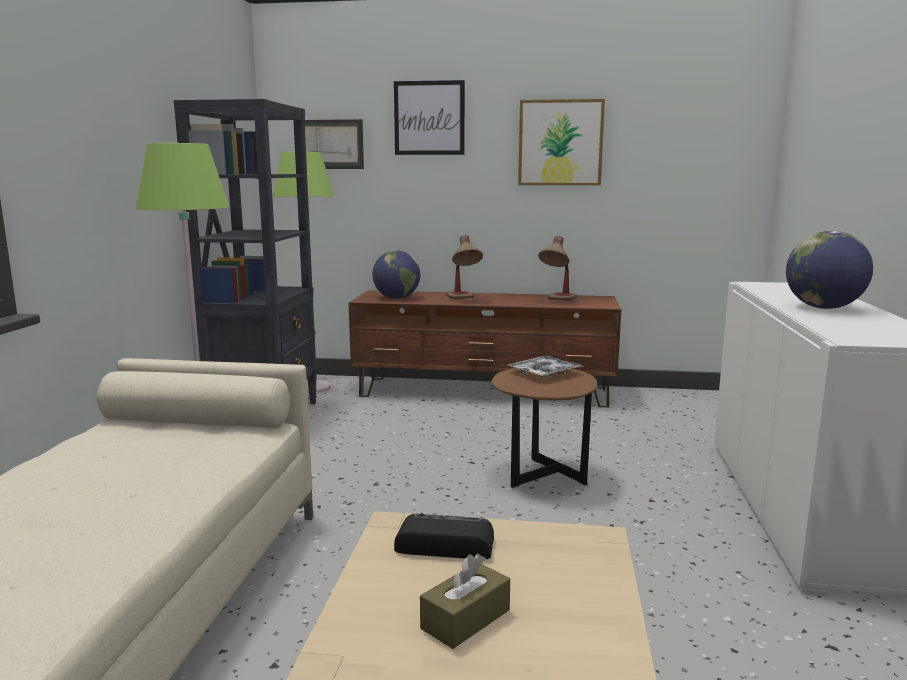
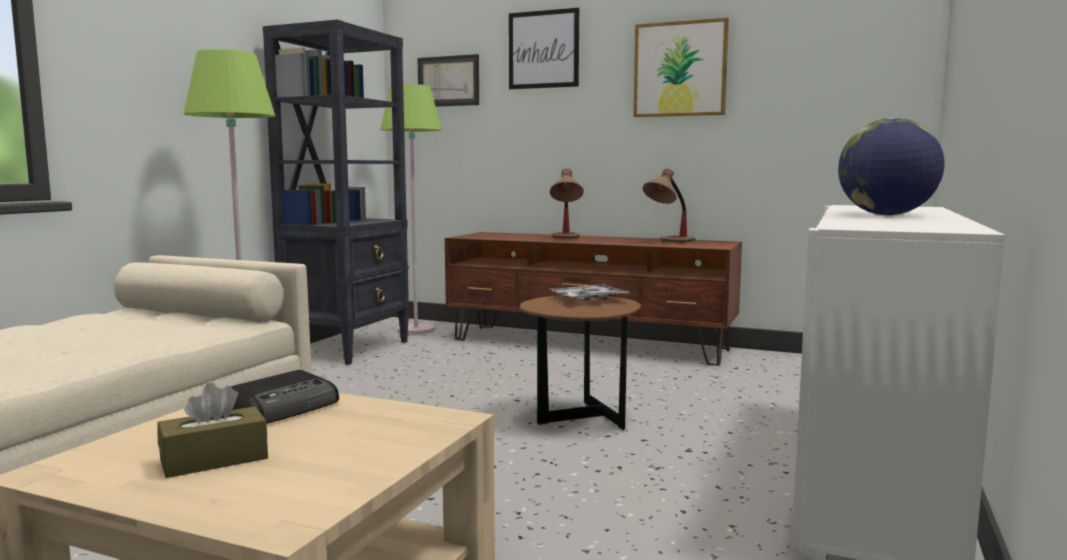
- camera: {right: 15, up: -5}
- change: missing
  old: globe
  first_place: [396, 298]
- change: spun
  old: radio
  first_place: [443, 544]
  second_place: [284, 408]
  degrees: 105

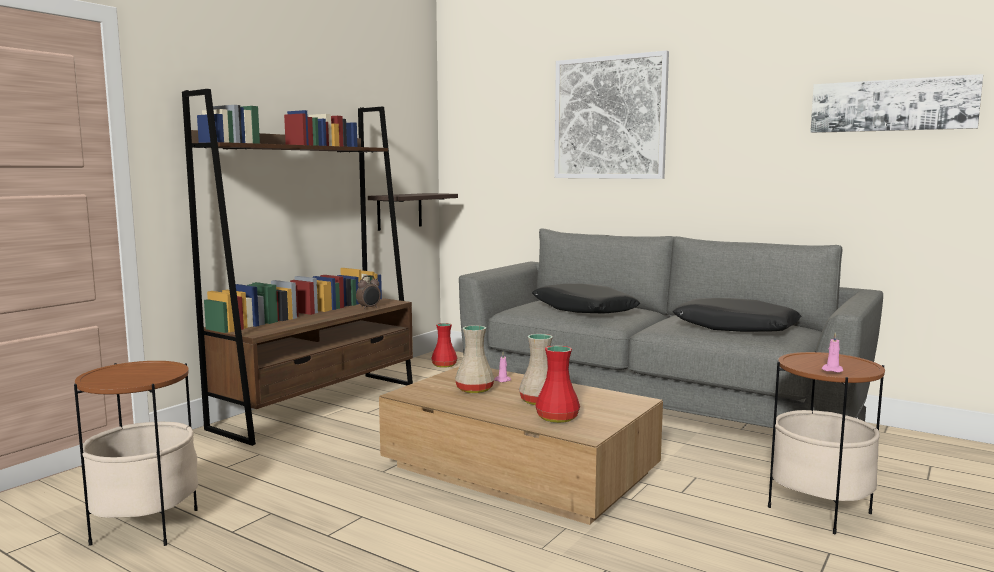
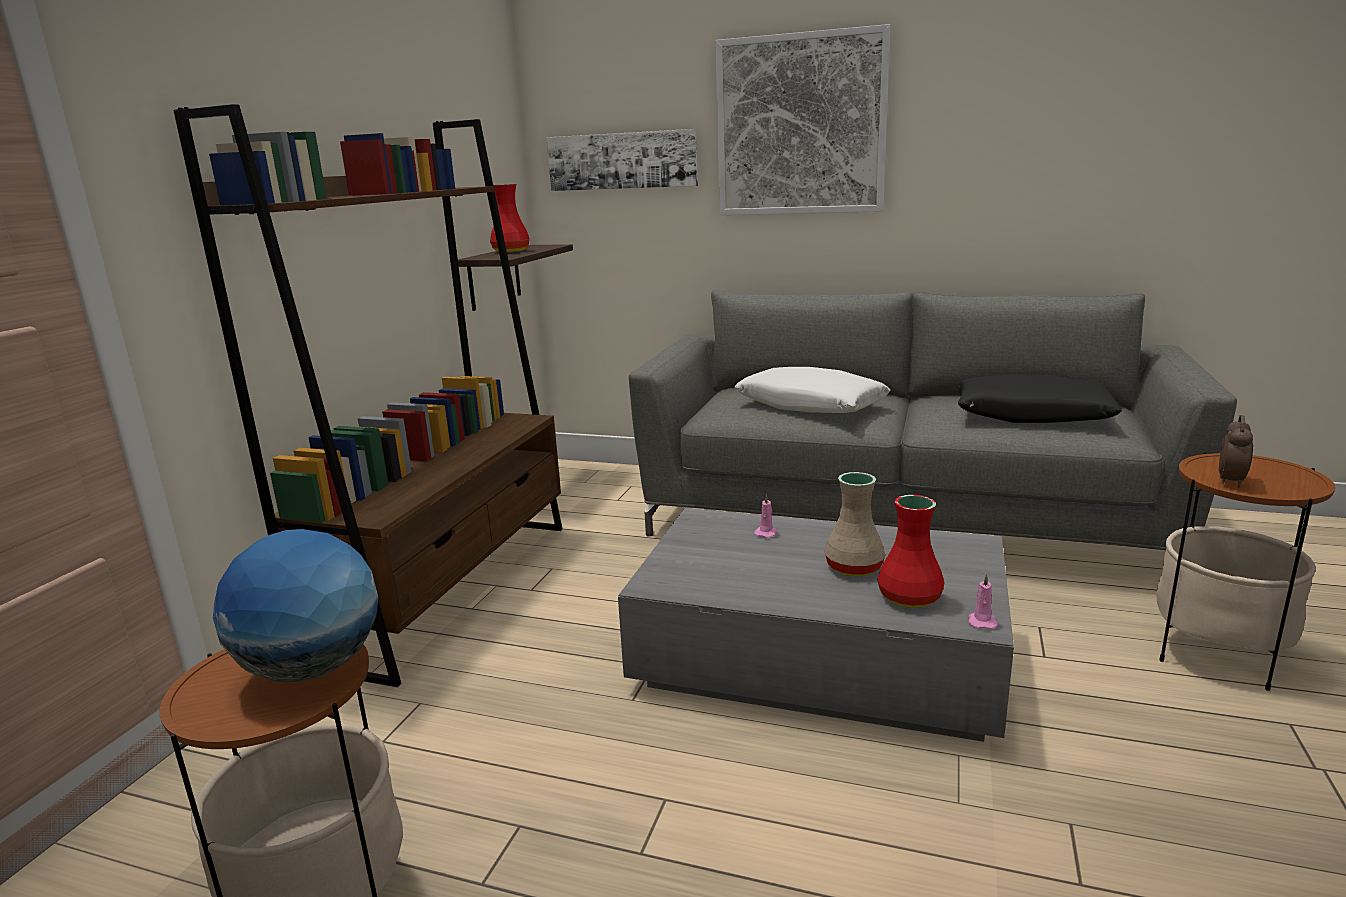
- camera: {right: -15, up: 10}
- change: relocated
  old: alarm clock
  first_place: [369, 308]
  second_place: [1231, 481]
- change: colour
  old: coffee table (brown)
  new: coffee table (grey)
  first_place: [520, 470]
  second_place: [819, 659]
- change: relocated
  old: vase (red)
  first_place: [444, 365]
  second_place: [510, 251]
- change: missing
  old: vase (beige)
  first_place: [475, 390]
- change: colour
  old: pillow (black)
  new: pillow (white)
  first_place: [583, 310]
  second_place: [810, 405]
- change: relocated
  old: picture
  first_place: [892, 105]
  second_place: [622, 161]
- change: relocated
  old: candle (pink)
  first_place: [832, 370]
  second_place: [981, 621]
- change: appeared
  new: globe
  second_place: [312, 668]

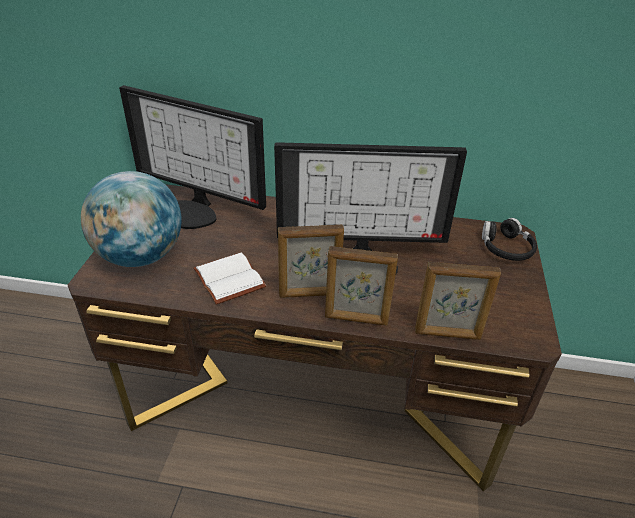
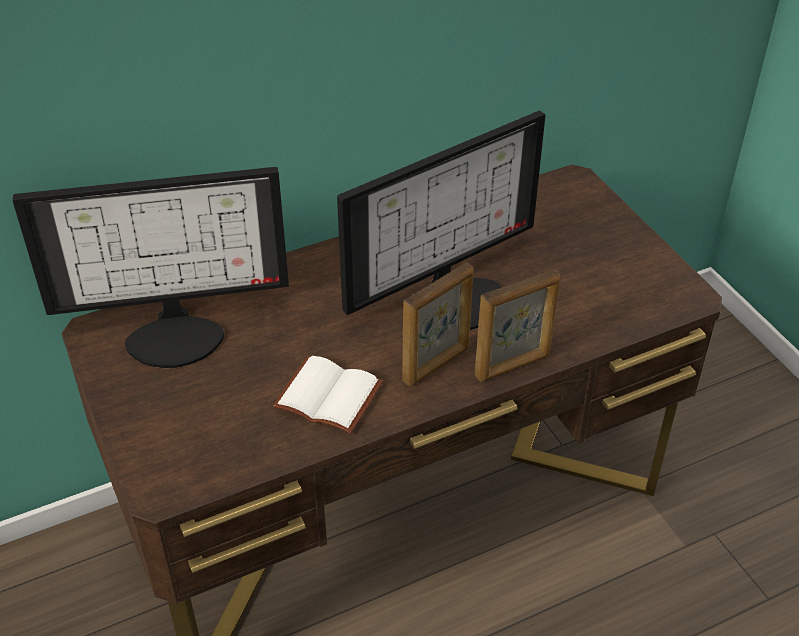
- camera: {right: -35, up: 5}
- change: missing
  old: globe
  first_place: [140, 256]
- change: missing
  old: picture frame
  first_place: [448, 334]
- change: missing
  old: headphones (black)
  first_place: [506, 248]

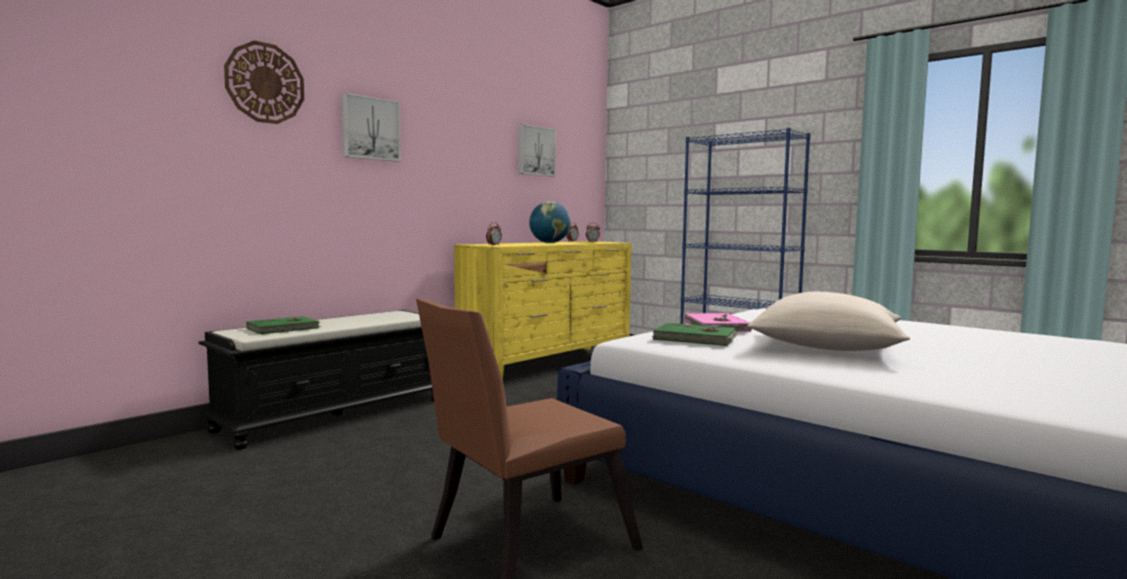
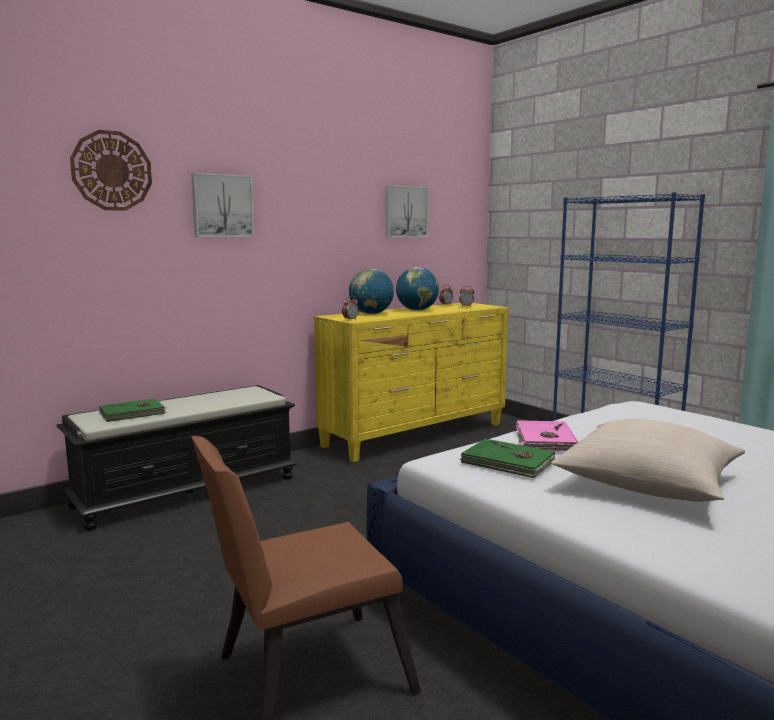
- camera: {right: 10, up: 5}
- change: appeared
  new: globe
  second_place: [371, 314]

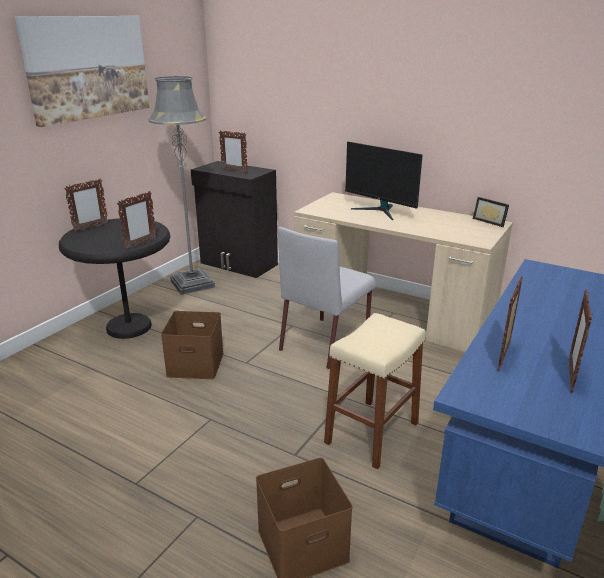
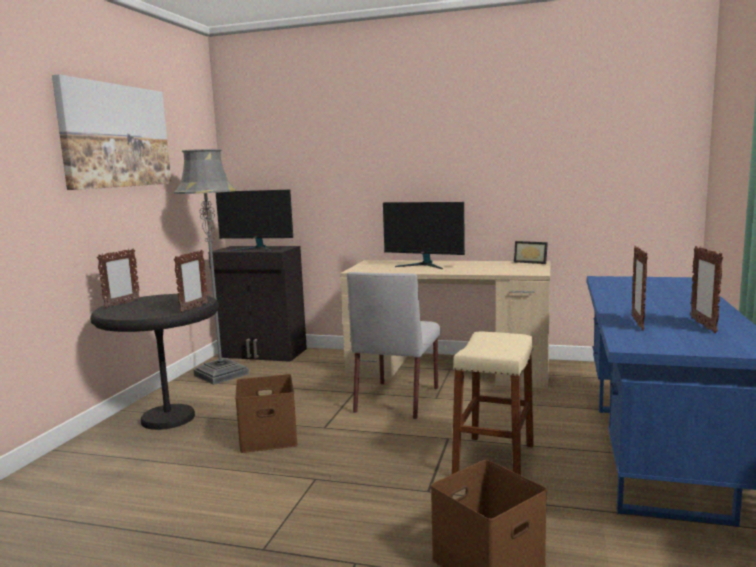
- camera: {right: -15, up: -15}
- change: exchanged
  old: picture frame
  new: monitor
  first_place: [234, 171]
  second_place: [257, 249]

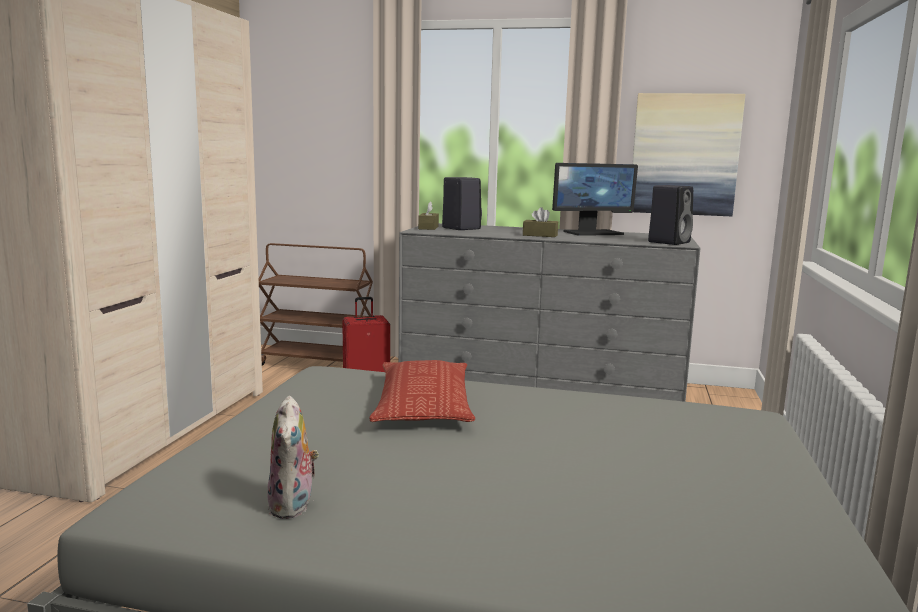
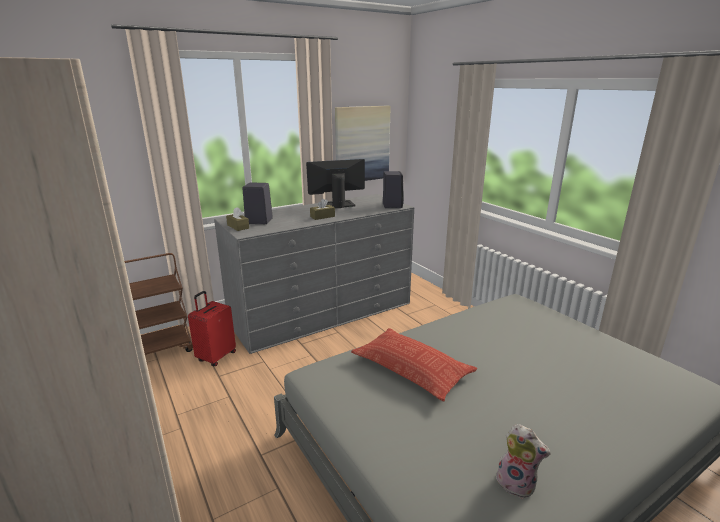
- camera: {right: -45, up: 10}
- change: spun
  old: monitor
  first_place: [593, 233]
  second_place: [336, 205]
  degrees: -135

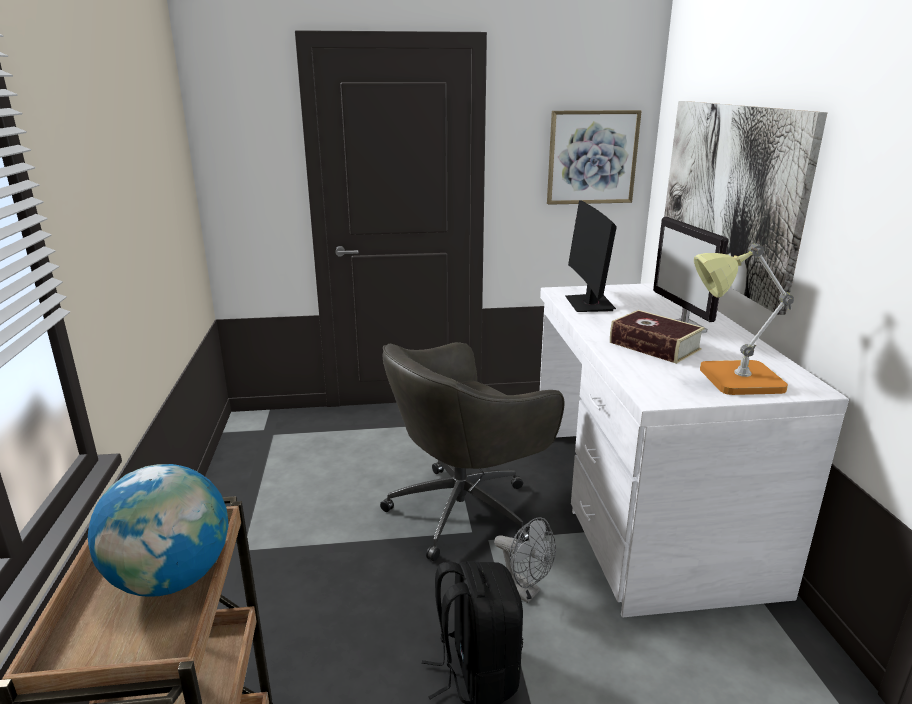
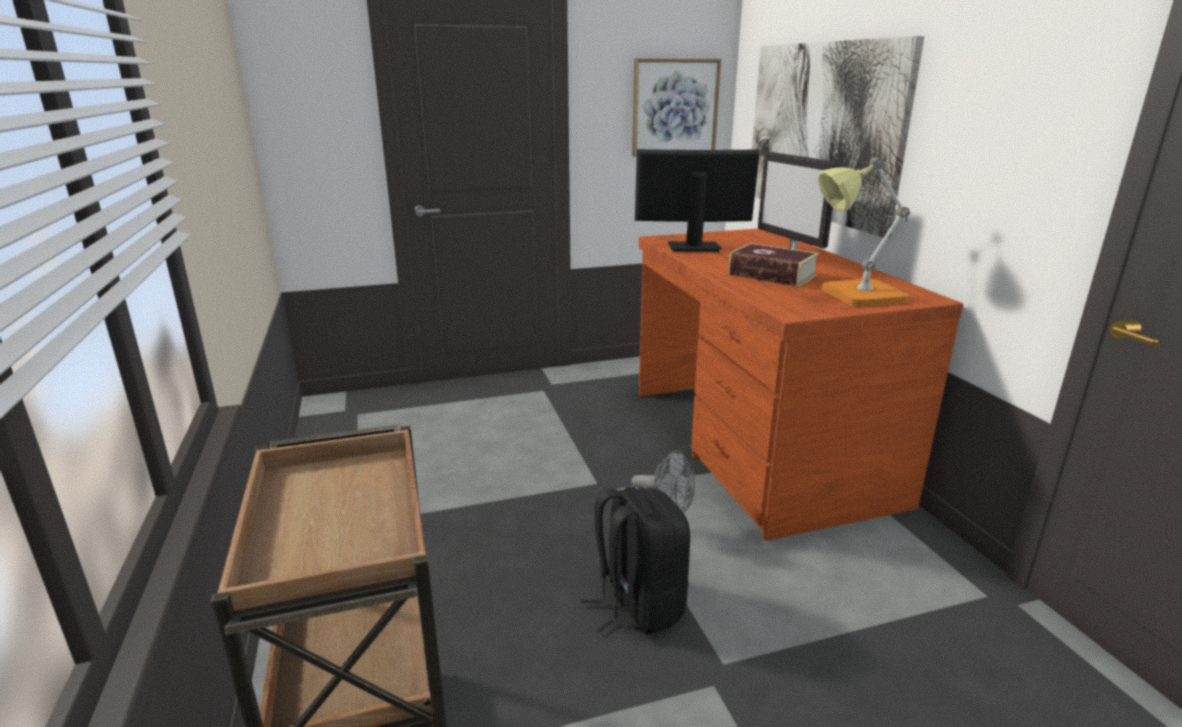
- camera: {right: -10, up: 0}
- change: missing
  old: globe
  first_place: [171, 578]
- change: missing
  old: office chair (grey)
  first_place: [465, 509]
- change: colour
  old: desk (white)
  new: desk (brown)
  first_place: [640, 504]
  second_place: [755, 444]
- change: spun
  old: monitor
  first_place: [589, 304]
  second_place: [693, 247]
  degrees: 105

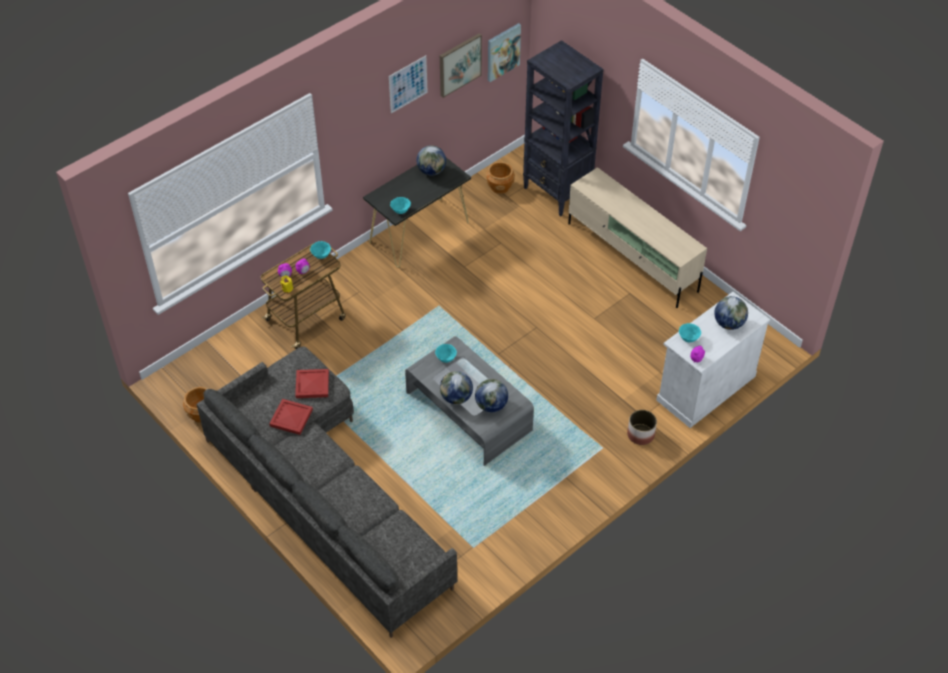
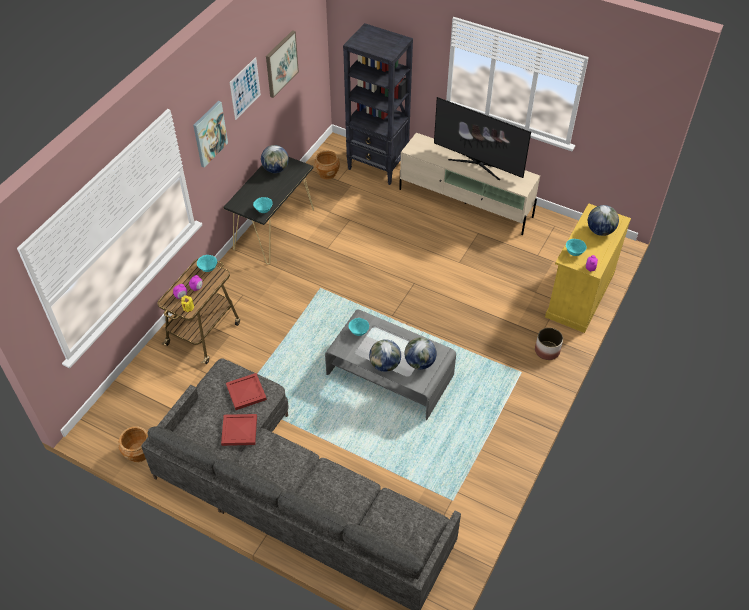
- camera: {right: -20, up: 0}
- change: relocated
  old: picture
  first_place: [503, 52]
  second_place: [209, 133]
- change: colour
  old: cabinet (white)
  new: cabinet (yellow)
  first_place: [705, 388]
  second_place: [579, 295]
- change: appeared
  new: television
  second_place: [477, 164]

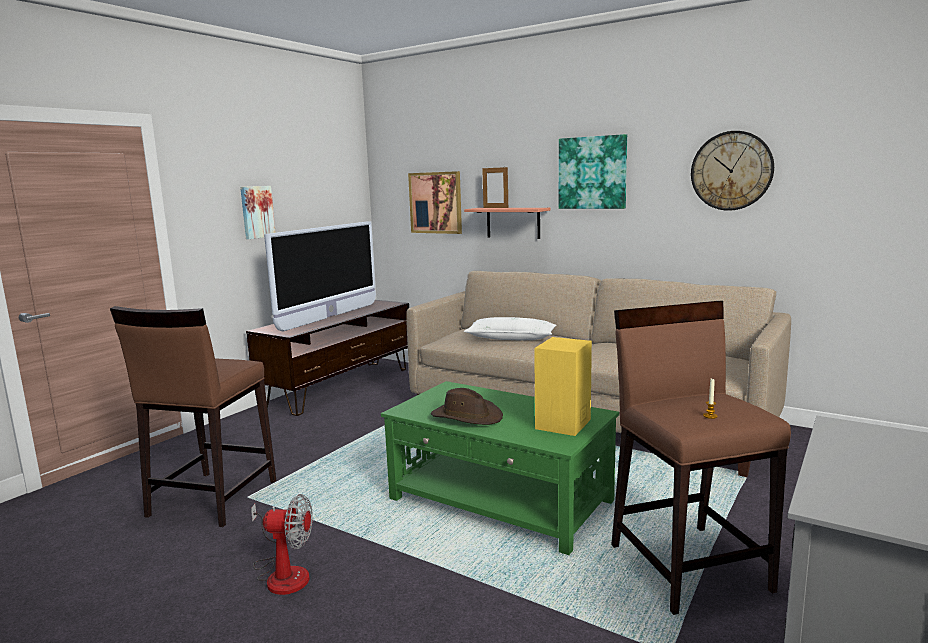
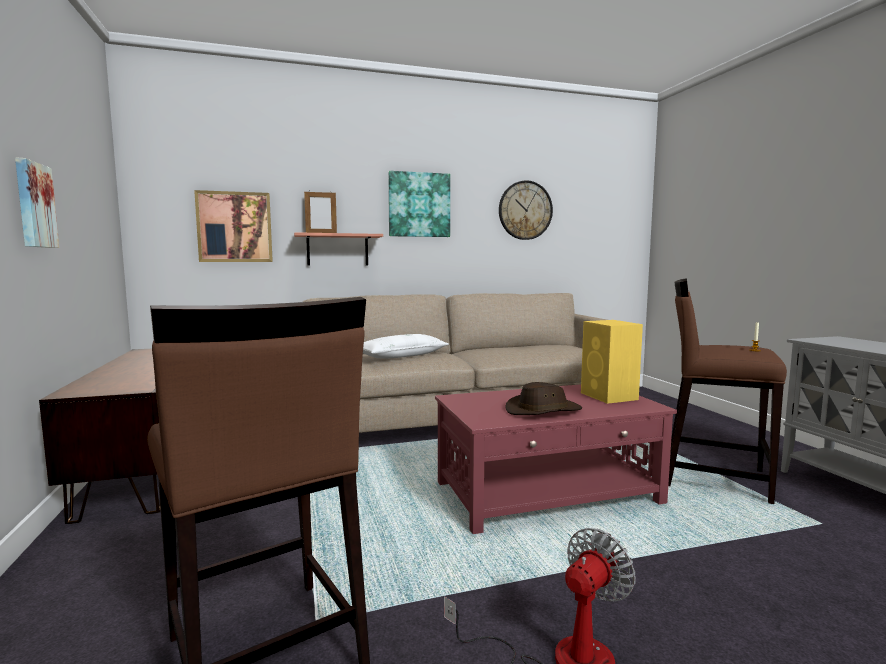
- camera: {right: -50, up: -5}
- change: missing
  old: television
  first_place: [330, 317]
- change: colour
  old: coffee table (green)
  new: coffee table (red)
  first_place: [501, 500]
  second_place: [548, 492]

